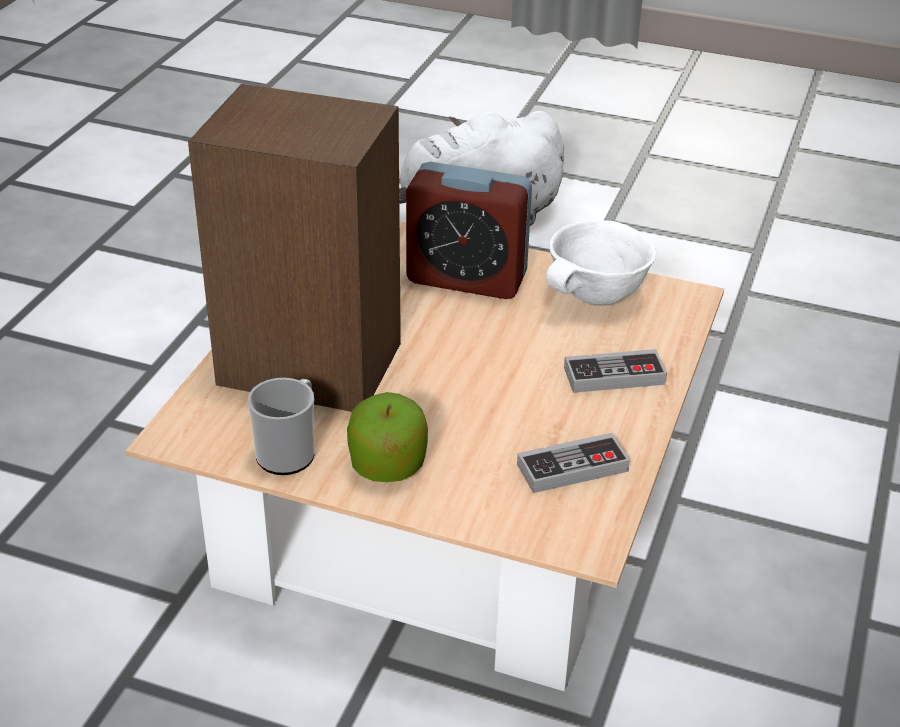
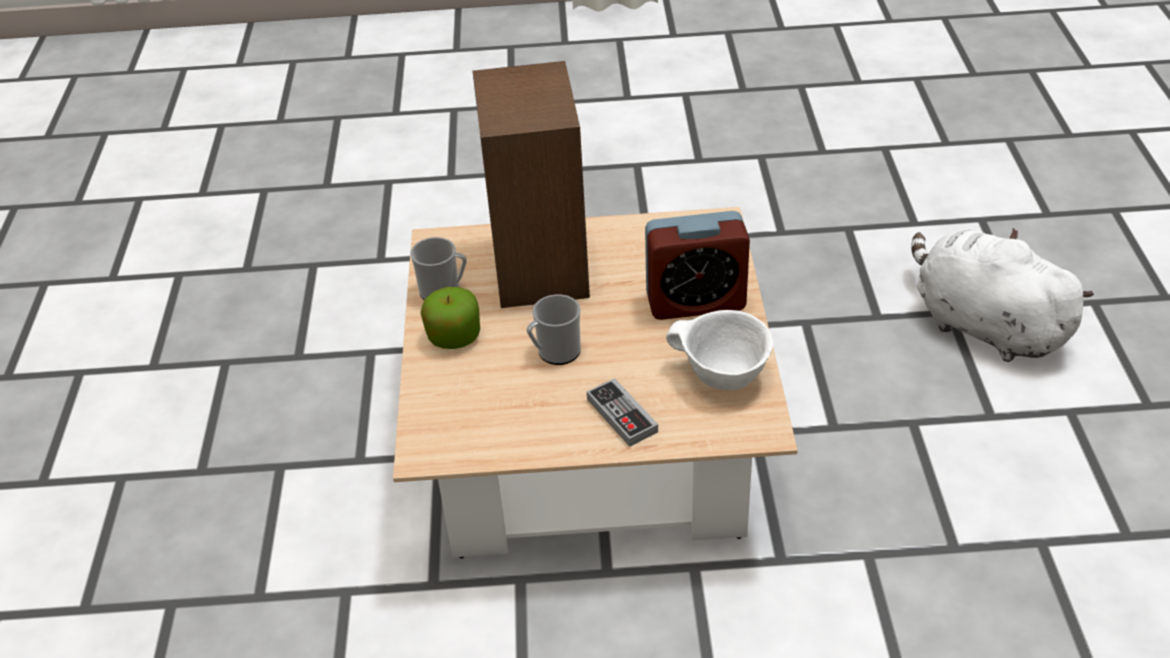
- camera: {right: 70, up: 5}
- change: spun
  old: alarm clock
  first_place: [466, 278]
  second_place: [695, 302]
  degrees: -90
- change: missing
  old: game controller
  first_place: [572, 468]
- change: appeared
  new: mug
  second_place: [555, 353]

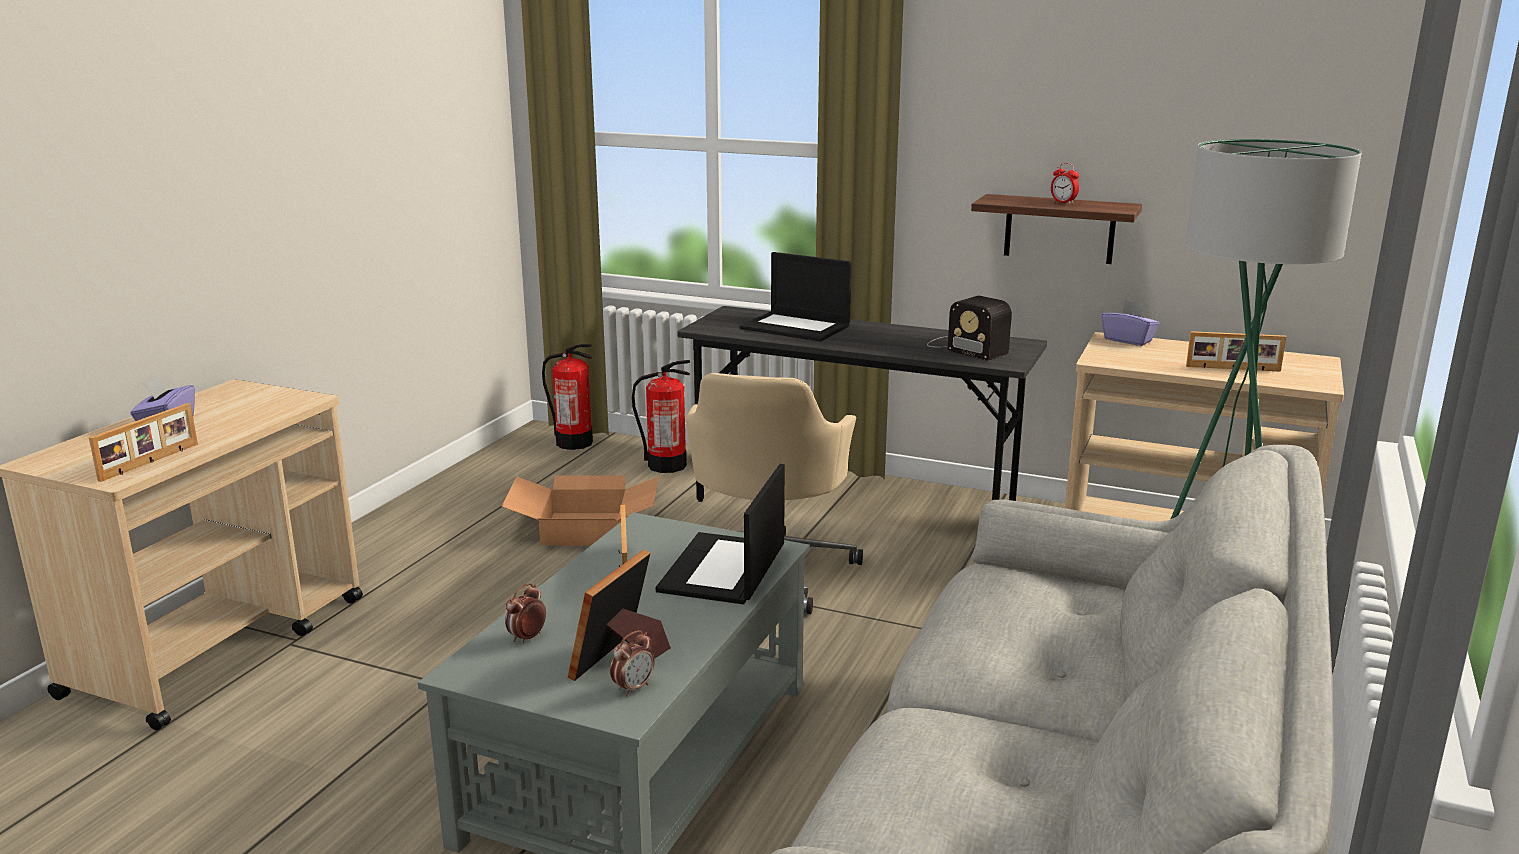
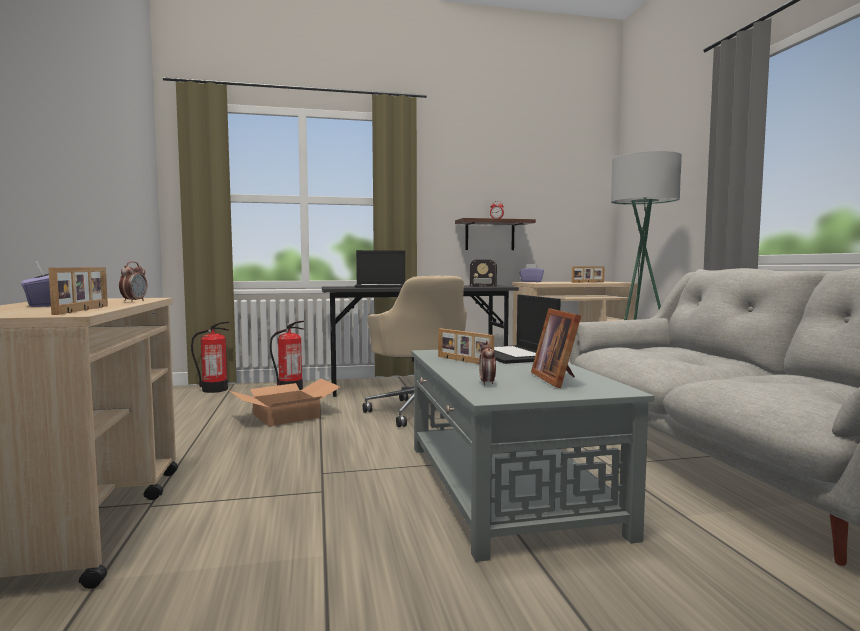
- camera: {right: -35, up: -15}
- change: relocated
  old: alarm clock
  first_place: [633, 688]
  second_place: [134, 301]

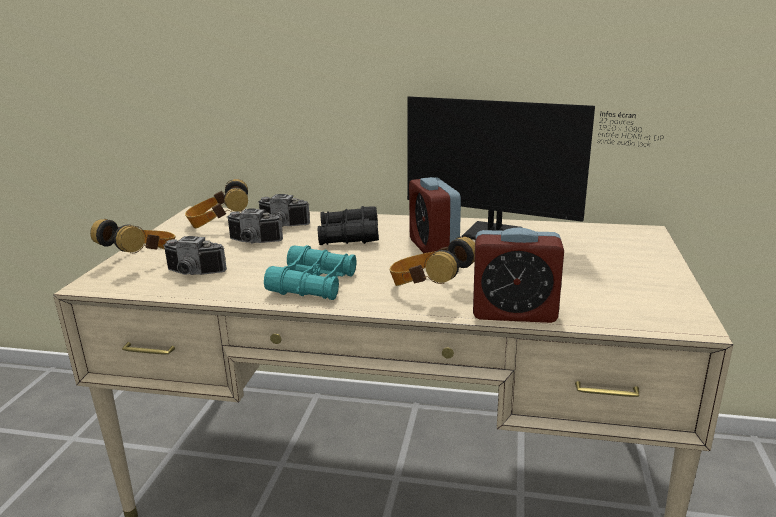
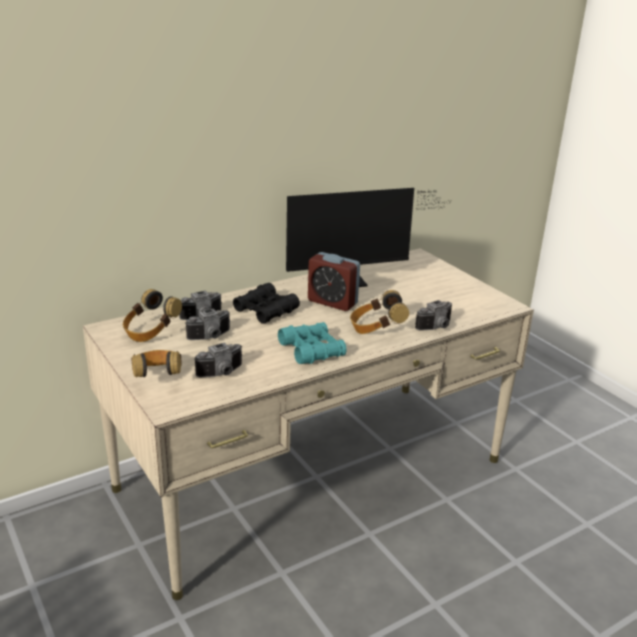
- camera: {right: -45, up: 5}
- change: exchanged
  old: alarm clock
  new: photo camera
  first_place: [514, 313]
  second_place: [437, 327]

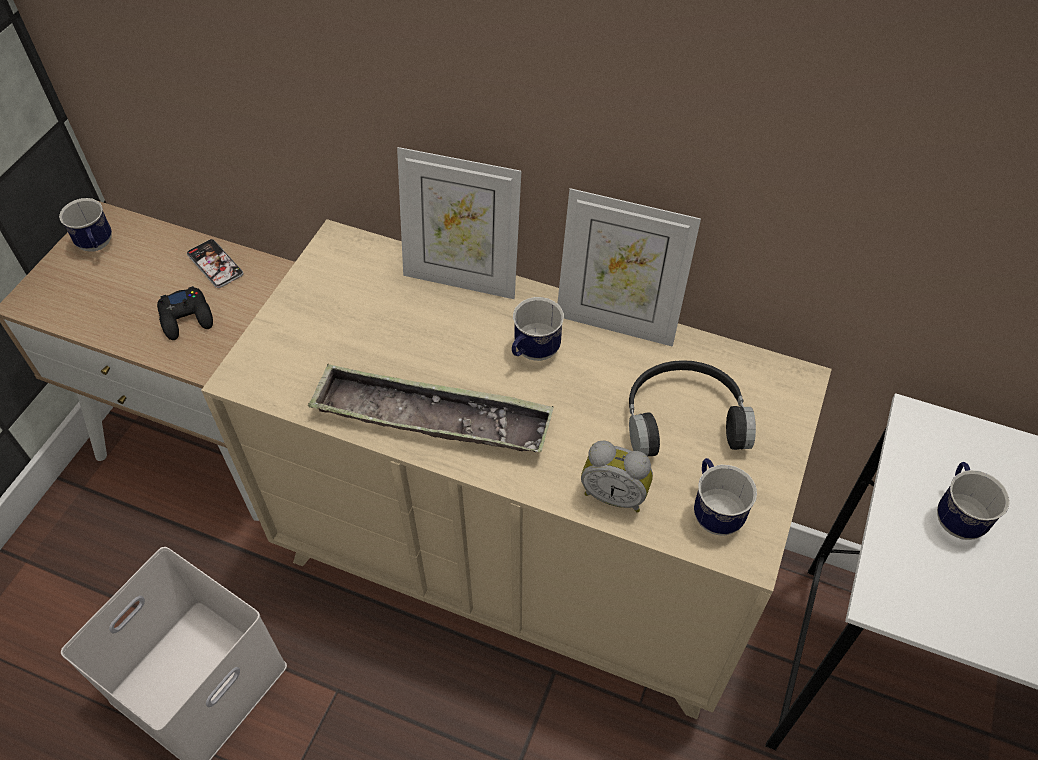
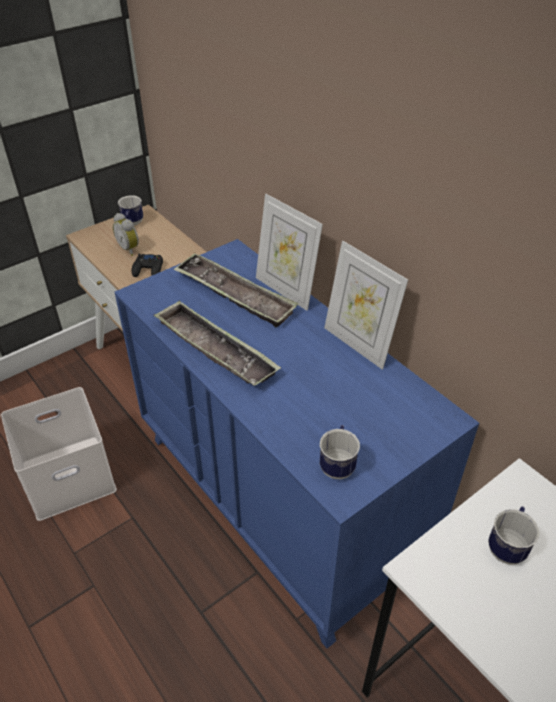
- camera: {right: 30, up: -10}
- change: missing
  old: phone
  first_place: [215, 264]
- change: colour
  old: dresser (beige)
  new: dresser (blue)
  first_place: [520, 560]
  second_place: [278, 500]
- change: missing
  old: mug
  first_place: [533, 353]
- change: relocated
  old: alarm clock
  first_place: [614, 494]
  second_place: [130, 249]
- change: missing
  old: headphones (black)
  first_place: [683, 417]
- change: appeared
  new: tray
  second_place: [234, 295]

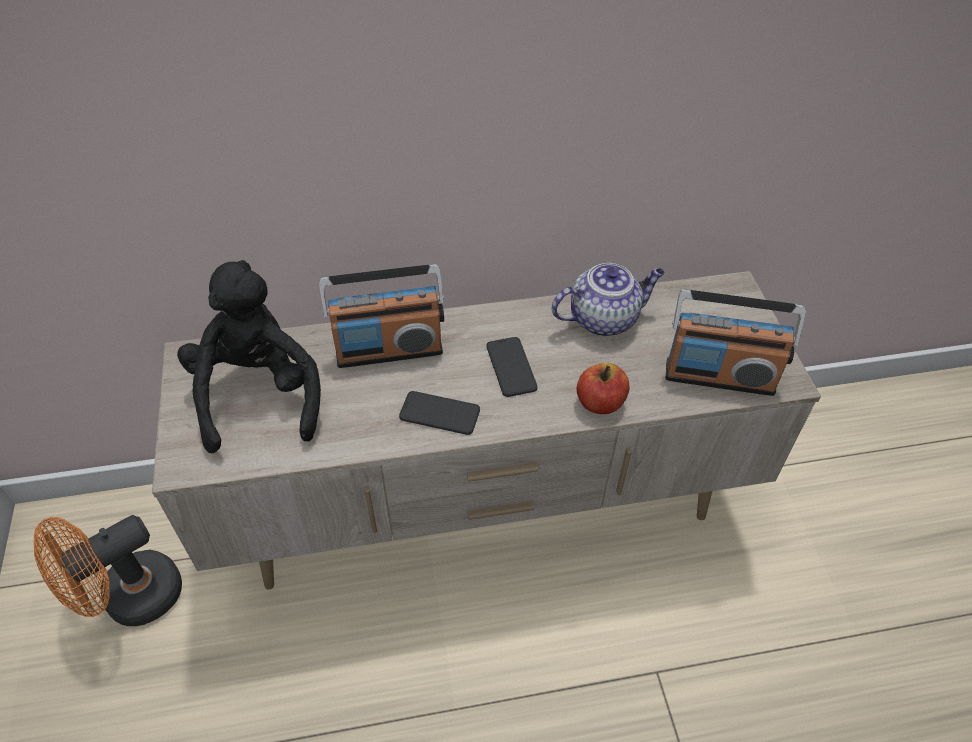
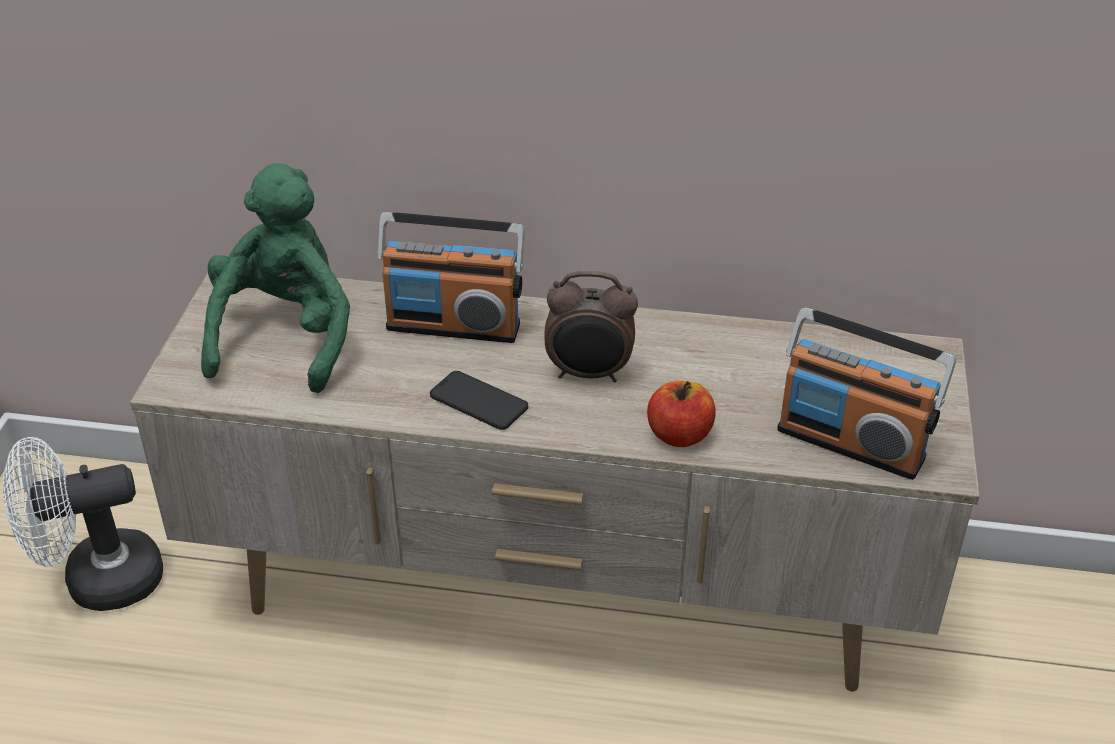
- camera: {right: 20, up: -10}
- change: colour
  old: fan (orange)
  new: fan (white)
  first_place: [130, 599]
  second_place: [98, 581]
- change: colour
  old: plush toy (black)
  new: plush toy (green)
  first_place: [258, 395]
  second_place: [286, 337]
- change: exchanged
  old: phone
  new: alarm clock
  first_place: [511, 367]
  second_place: [589, 374]
- change: missing
  old: teapot
  first_place: [604, 318]

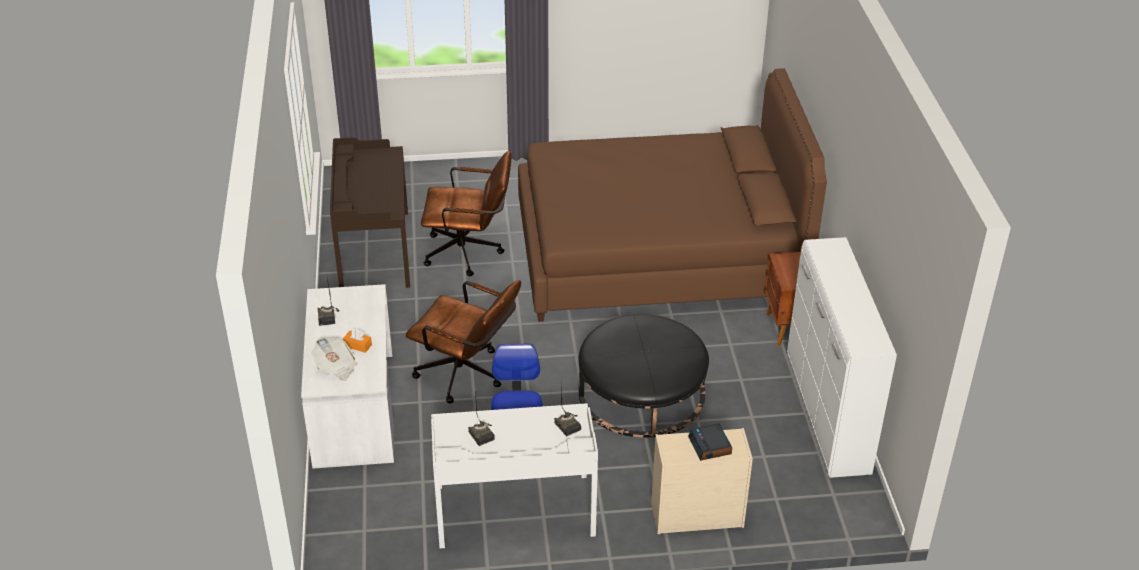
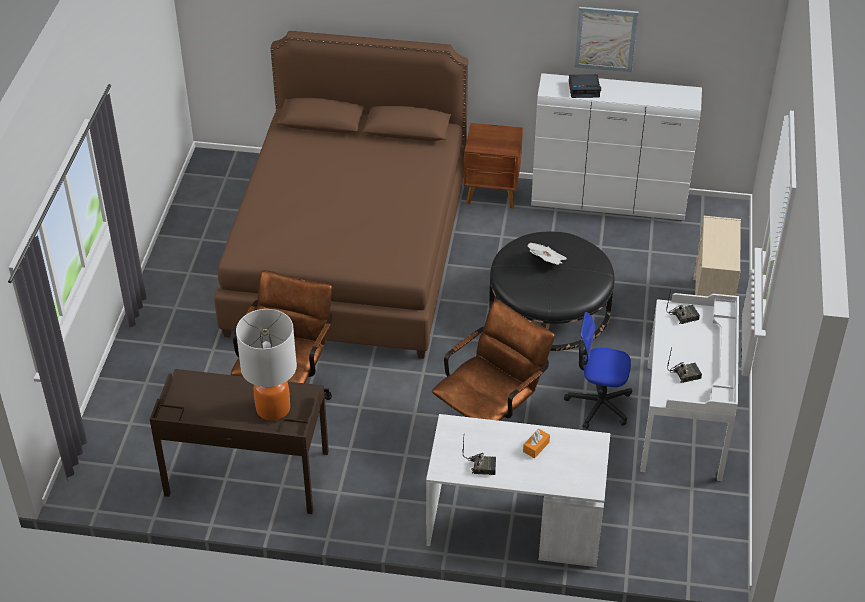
- camera: {right: -75, up: 5}
- change: relocated
  old: newspaper
  first_place: [336, 367]
  second_place: [547, 261]
- change: relocated
  old: alarm clock
  first_place: [710, 446]
  second_place: [584, 89]
- change: appeared
  new: table lamp
  second_place: [273, 408]
- change: appeared
  new: picture
  second_place: [605, 39]

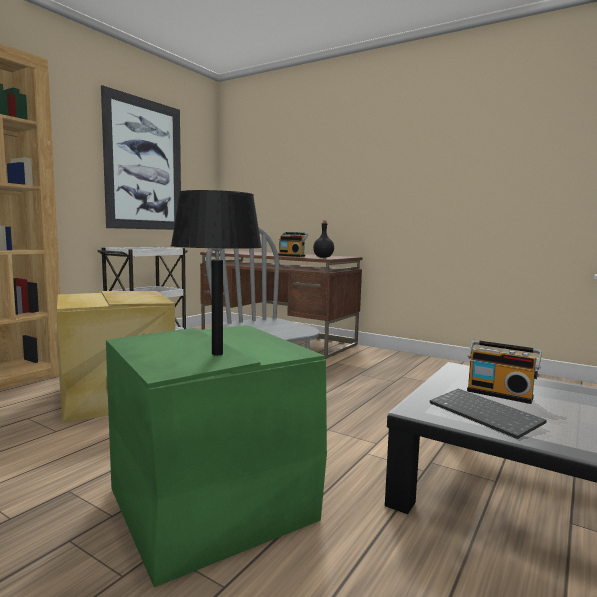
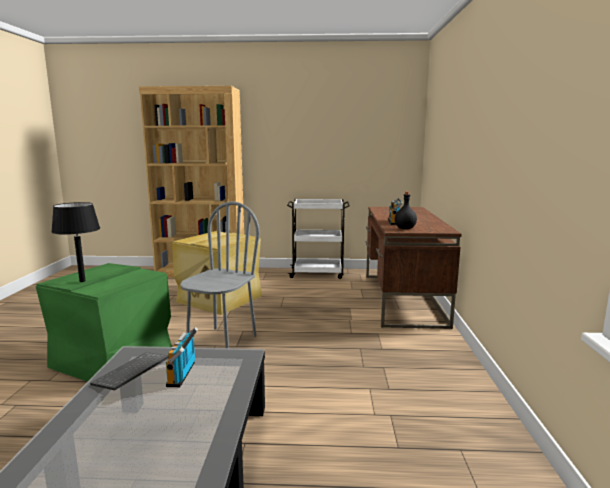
- camera: {right: 60, up: 5}
- change: missing
  old: picture
  first_place: [144, 165]

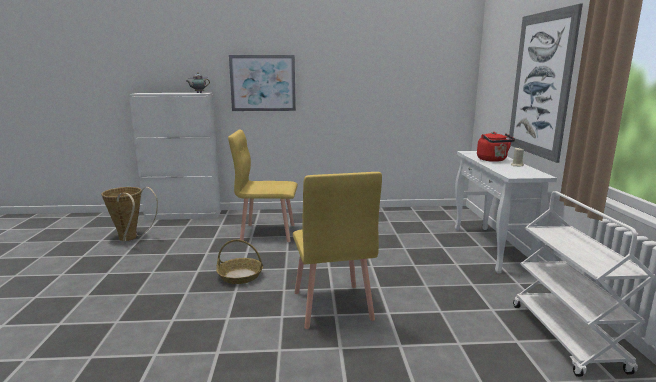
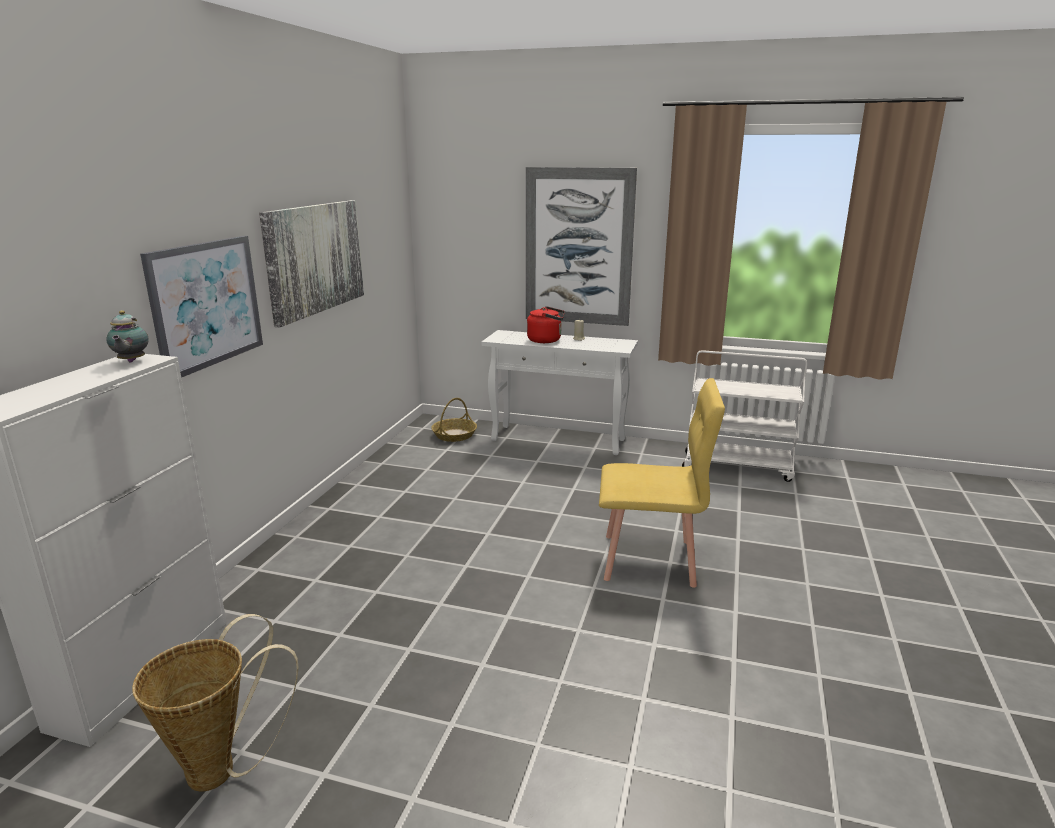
- camera: {right: -70, up: 5}
- change: relocated
  old: basket
  first_place: [240, 276]
  second_place: [454, 435]
- change: missing
  old: chair (yellow)
  first_place: [267, 233]
- change: appeared
  new: picture
  second_place: [315, 258]

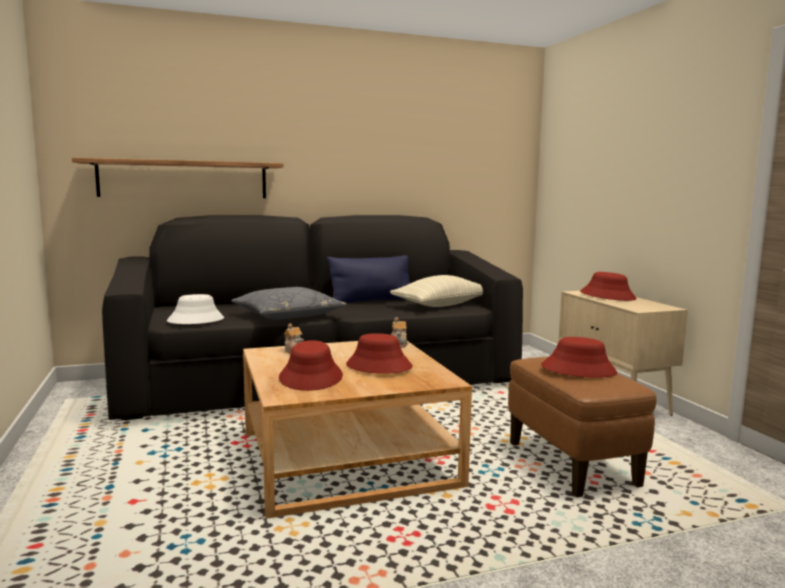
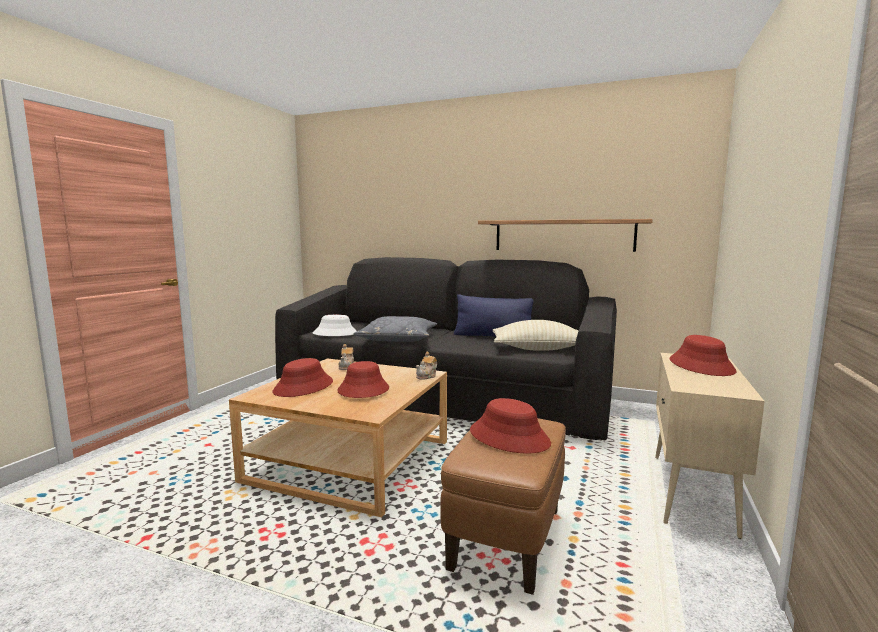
- camera: {right: 40, up: 0}
- change: relocated
  old: shelf
  first_place: [184, 179]
  second_place: [563, 235]

